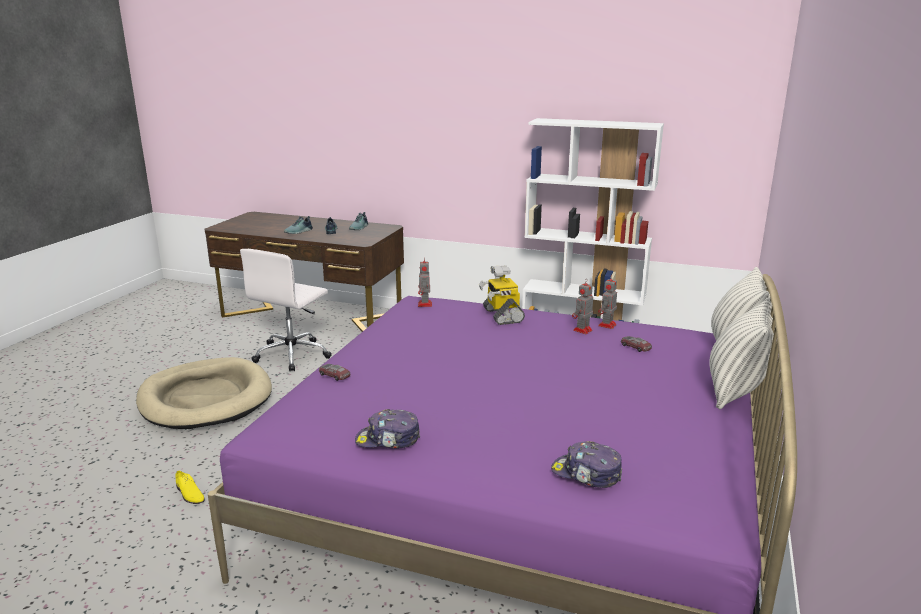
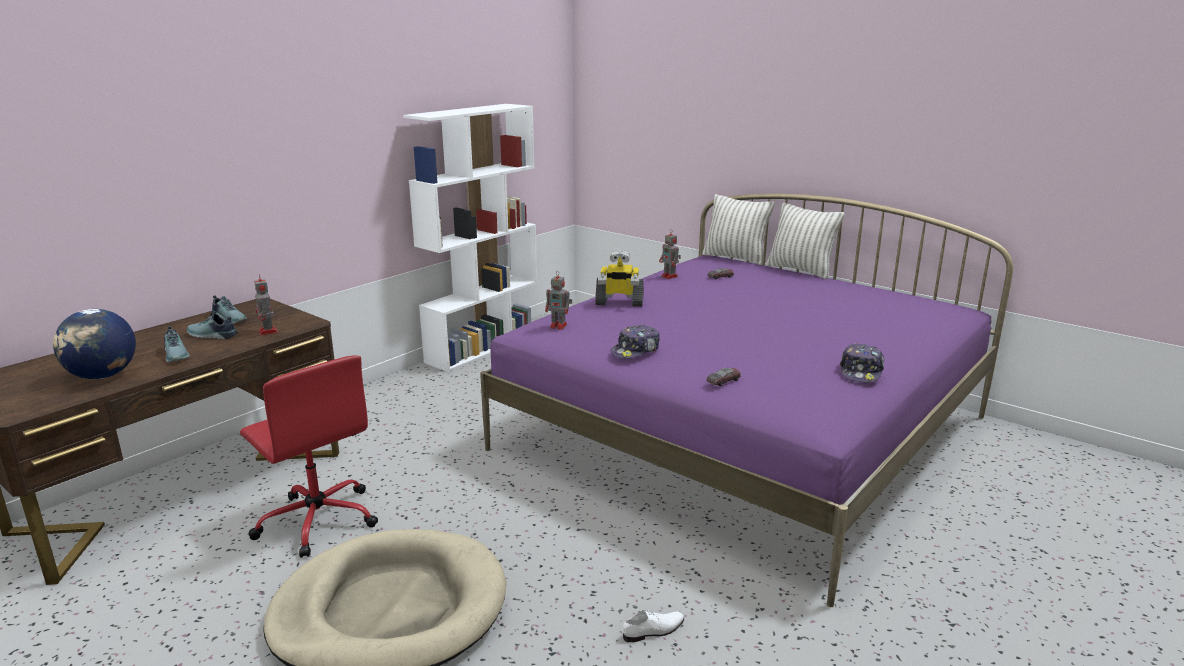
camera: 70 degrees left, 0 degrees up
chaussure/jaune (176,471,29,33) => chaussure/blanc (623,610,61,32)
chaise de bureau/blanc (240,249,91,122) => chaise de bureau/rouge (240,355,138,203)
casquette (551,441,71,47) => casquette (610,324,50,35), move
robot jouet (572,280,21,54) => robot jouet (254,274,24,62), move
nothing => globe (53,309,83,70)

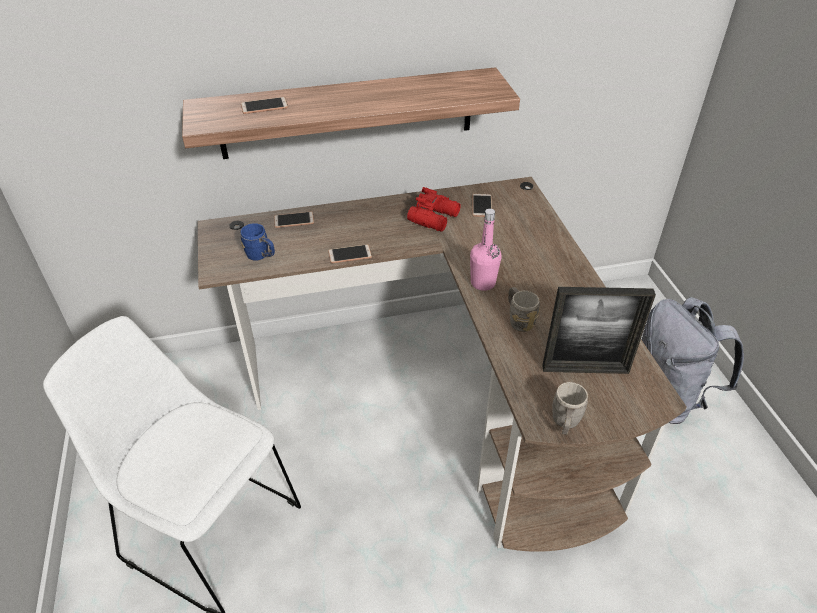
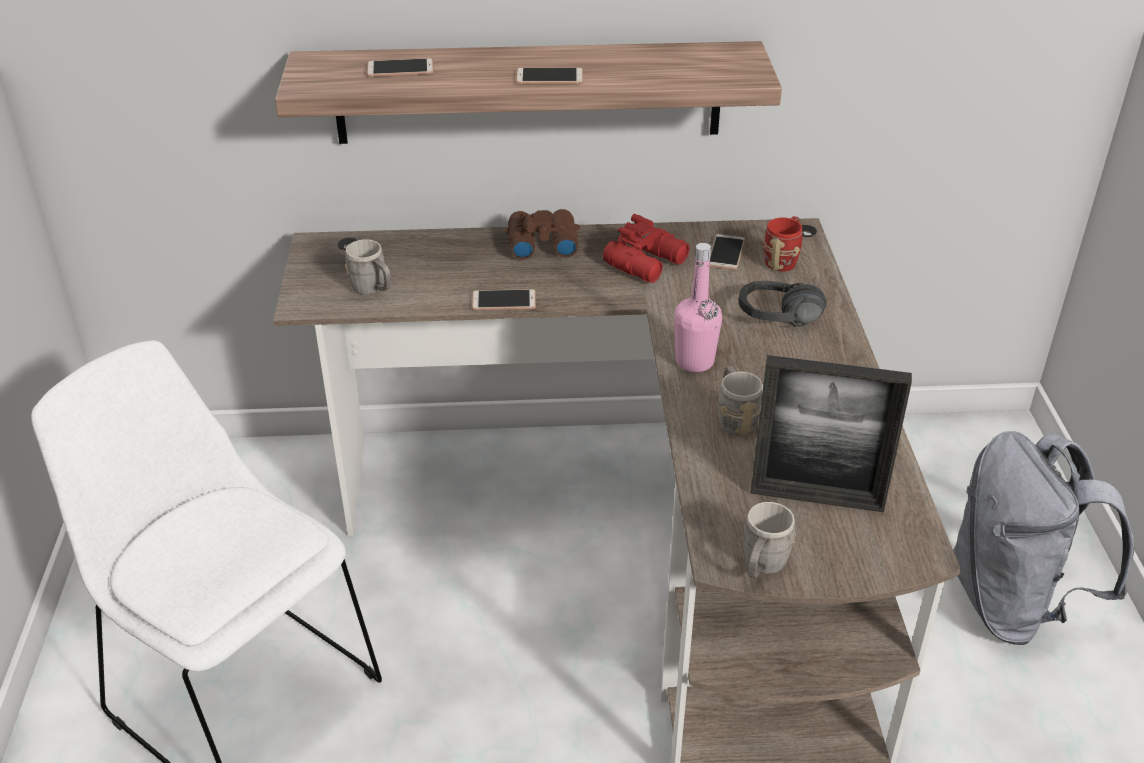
camera: 10 degrees right, 5 degrees down
mug/bleu (241,223,34,38) => mug/gris (345,239,46,56)
téléphone (274,212,40,16) => téléphone (516,68,67,16), move
nothing => jumelles/marron (505,209,75,51)
nothing => casque audio/noir (738,281,88,46)
nothing => mug/rouge (763,216,40,56)

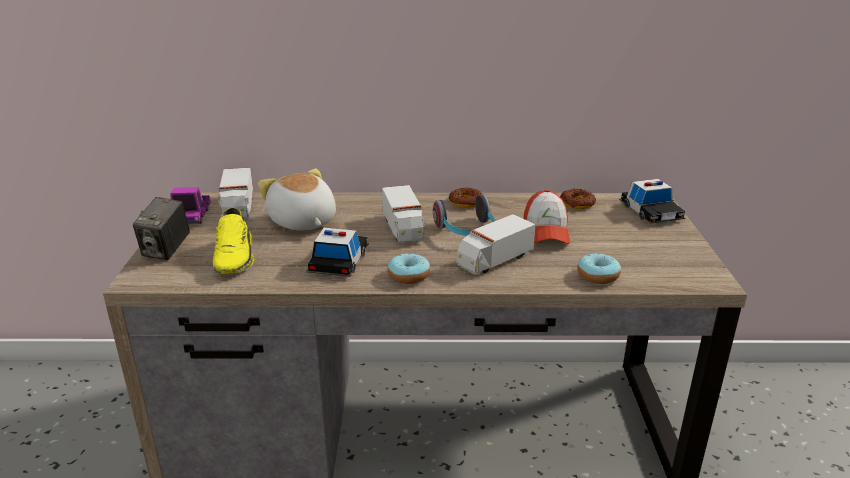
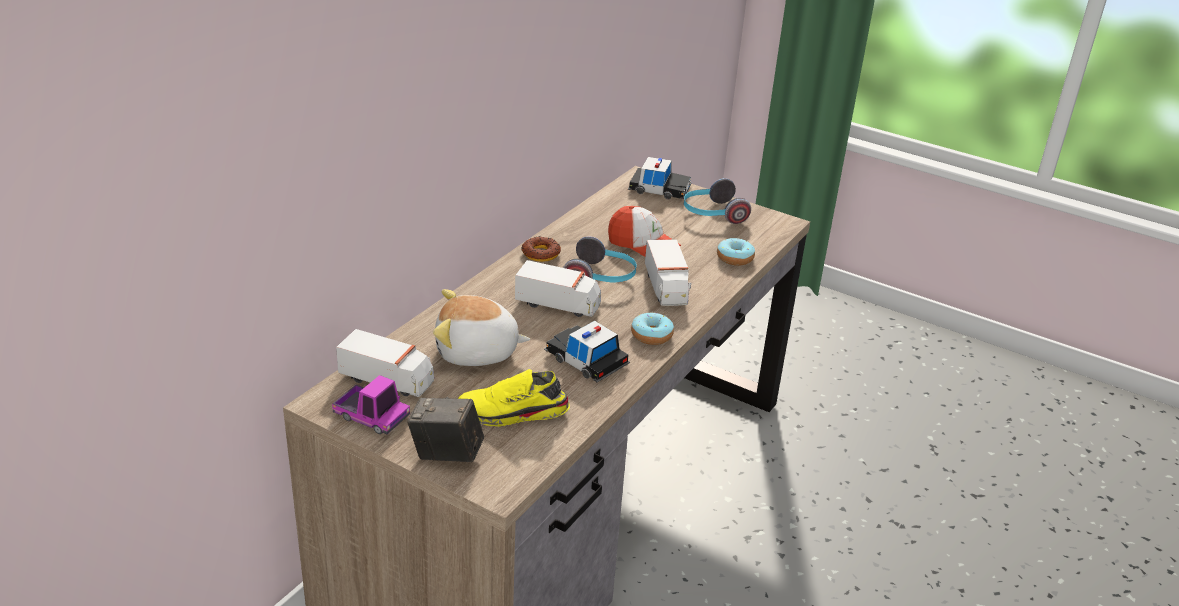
camera: 60 degrees left, 5 degrees up
appareil photo (133,197,57,63) => appareil photo (407,397,77,66), 150 degrees clockwise
chaussure/jaune (213,208,42,66) => chaussure/jaune (458,369,112,58), 150 degrees clockwise
beignet (560,189,36,20) => nothing
nothing => casque audio (684,178,67,46)

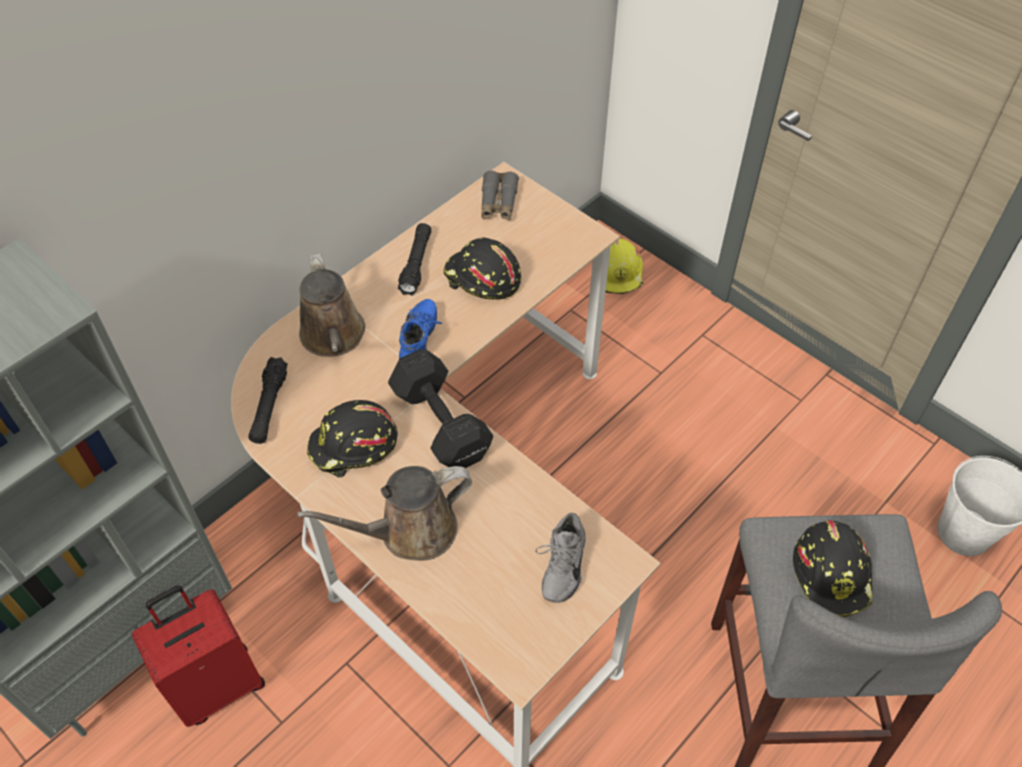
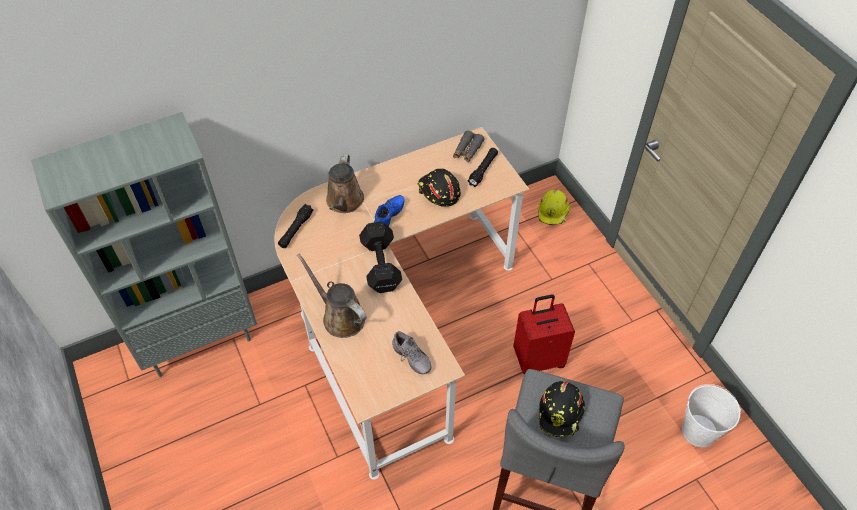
camera: 20 degrees right, 0 degrees up
valise/rouge (132,585,133,142) => valise/rouge (513,295,62,79), move
arrosoir/marron (297,466,175,95) => arrosoir/marron (297,254,70,84), 45 degrees clockwise
casque de chantier/noir (307,400,91,78) => nothing
lampe de poche/noir (398,223,33,73) => lampe de poche/noir (468,148,30,39), move
chaussure/gris (535,513,51,90) => chaussure/gris (392,331,39,43), 75 degrees counterclockwise

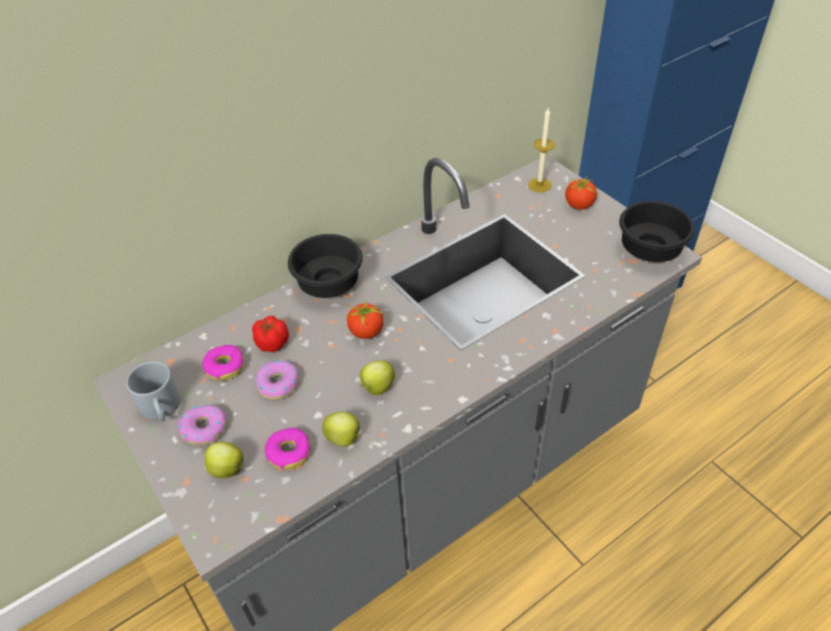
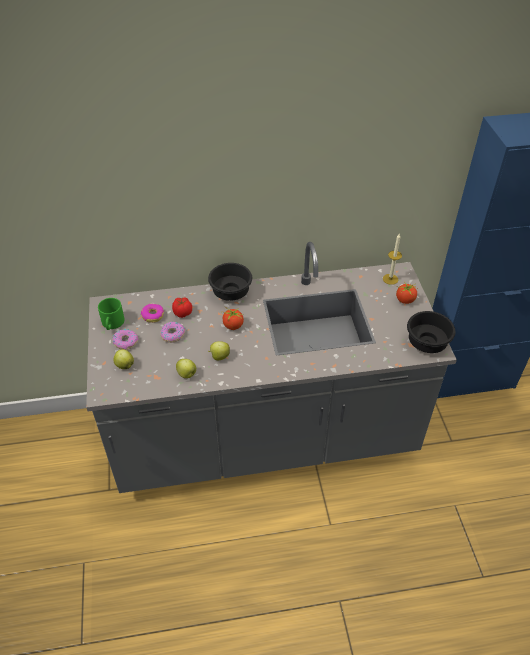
camera: 25 degrees right, 0 degrees up
mug/gris (126,362,55,60) => mug/vert (98,298,27,32)
beignet (265,428,46,42) => nothing

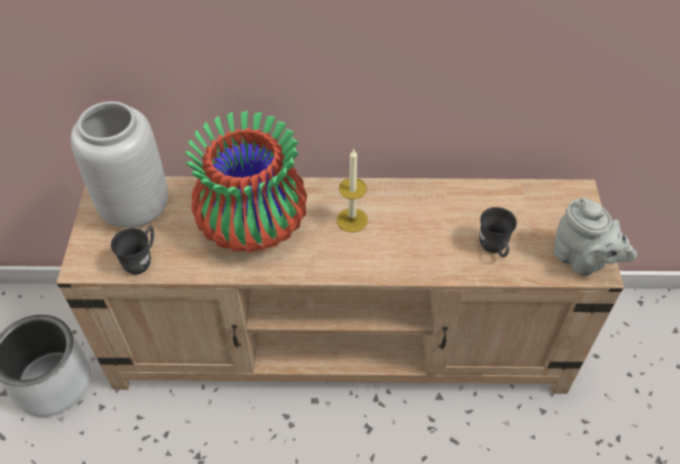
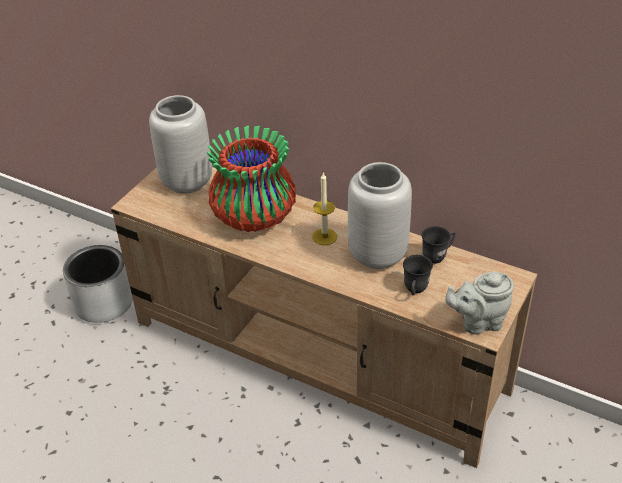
camera: 30 degrees right, 10 degrees down
mug/gris (111,226,43,48) => mug/gris (422,226,34,38), move
théière/gris (554,198,83,78) => théière/gris (445,272,69,63), 90 degrees clockwise
nothing => vase/gris (348,162,64,107)

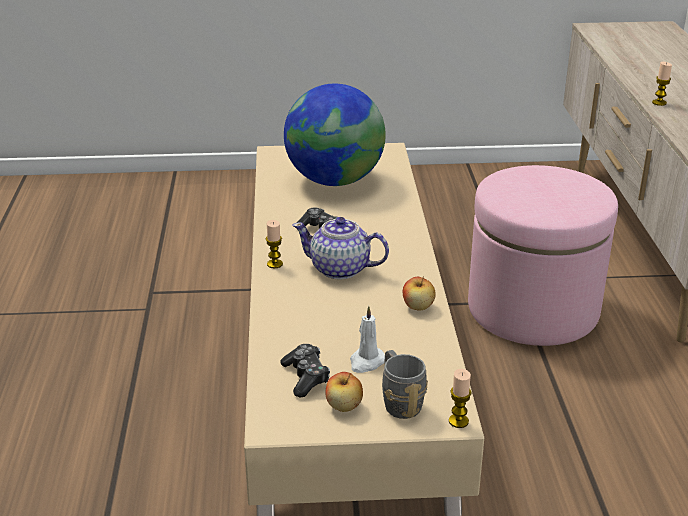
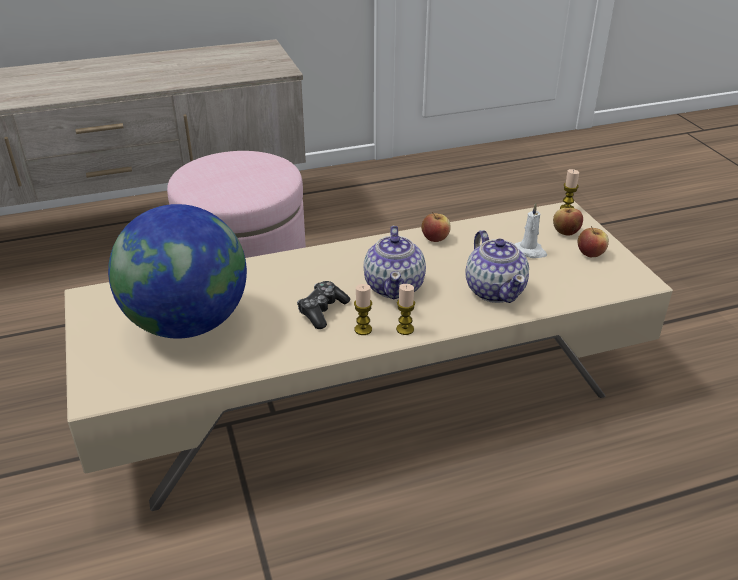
camera: 105 degrees left, 5 degrees up
manette (280,344,50,54) => nothing
mug/gris (382,350,46,69) => pomme (553,208,30,28)
bougie (652,62,20,44) => bougie (354,284,18,51), move
nothing => théière (465,230,64,73)

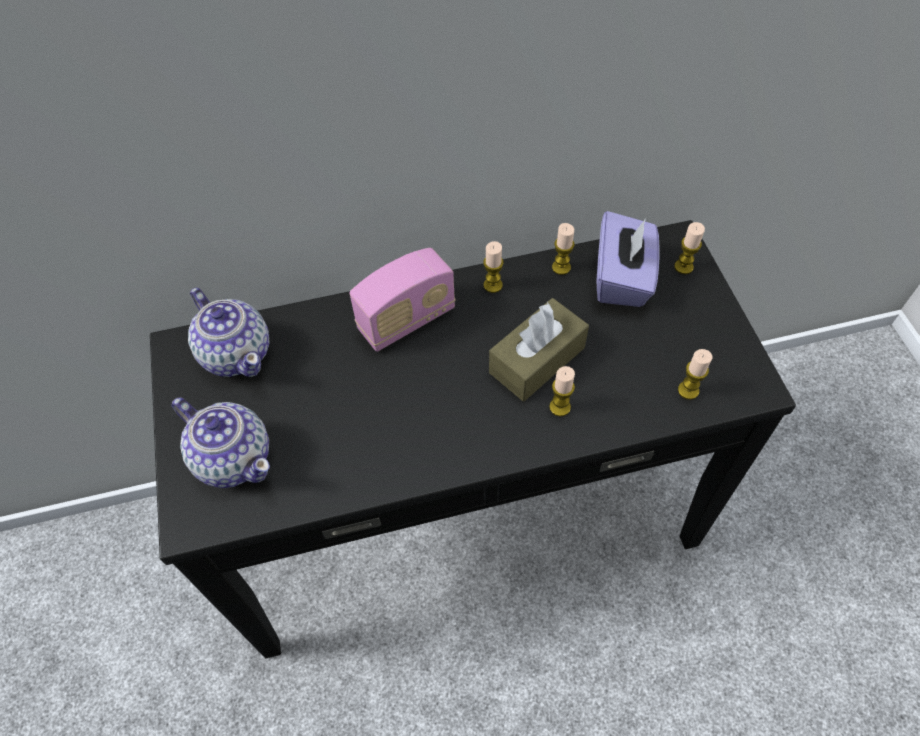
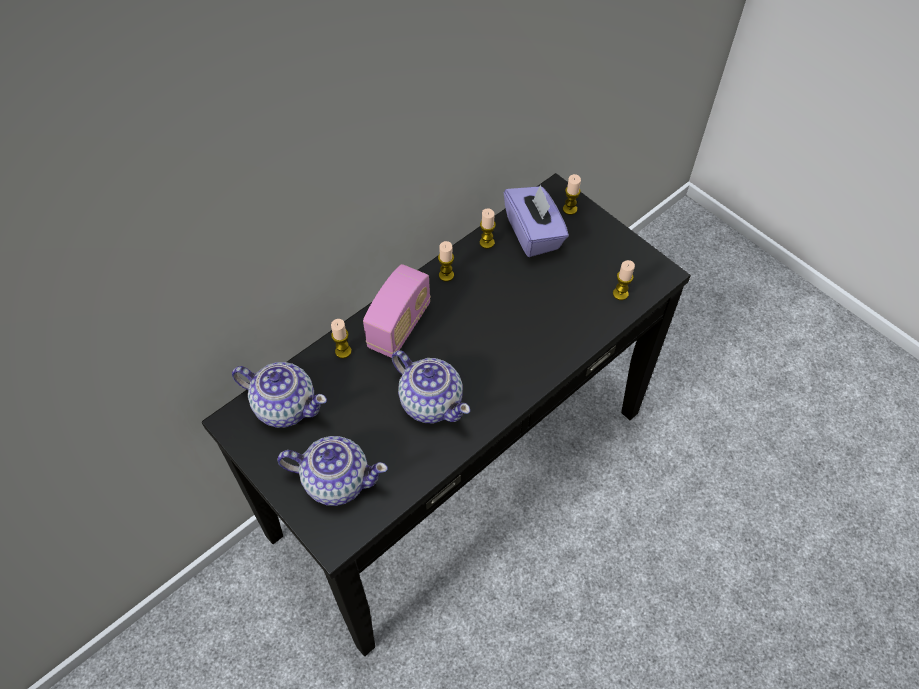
camera: 30 degrees left, 0 degrees up
boîte à mouchoirs/marron (489,298,100,103) => nothing
bougie (549,366,26,51) => bougie (331,319,21,39), move
nothing => théière (391,350,79,73)

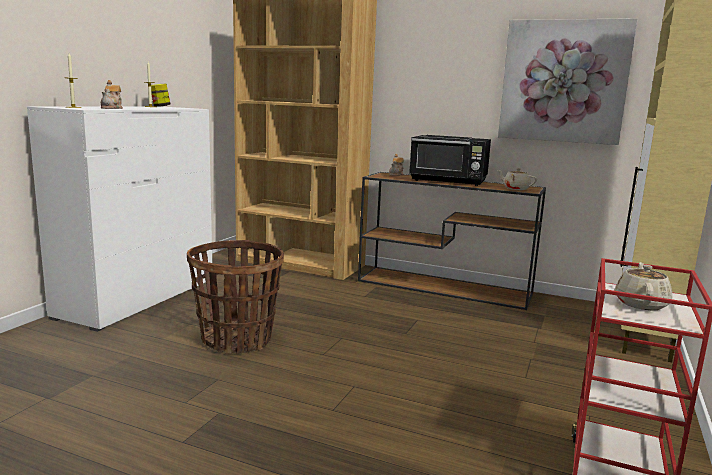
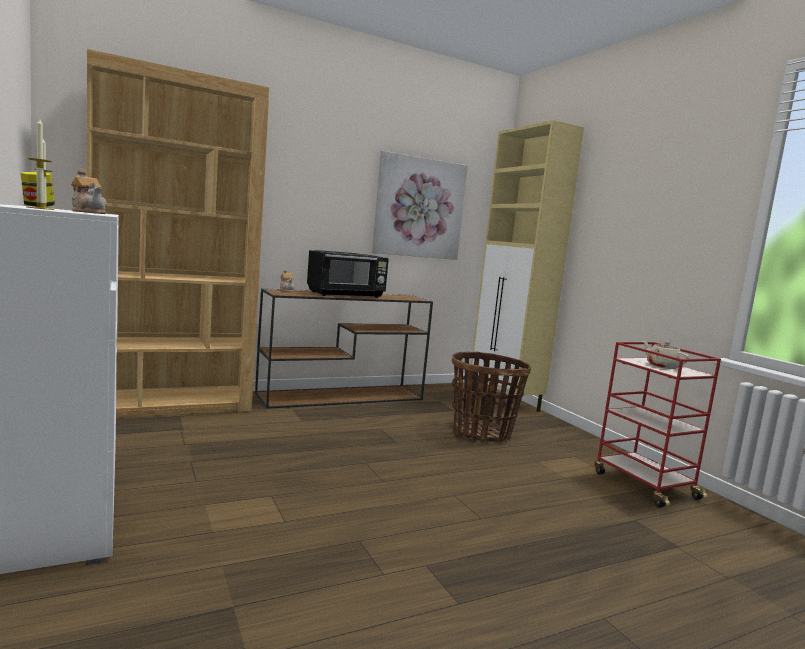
camera: 50 degrees left, 5 degrees down
panier (187,240,97,114) => panier (452,352,79,91), move
théière/beige (498,168,39,22) => nothing

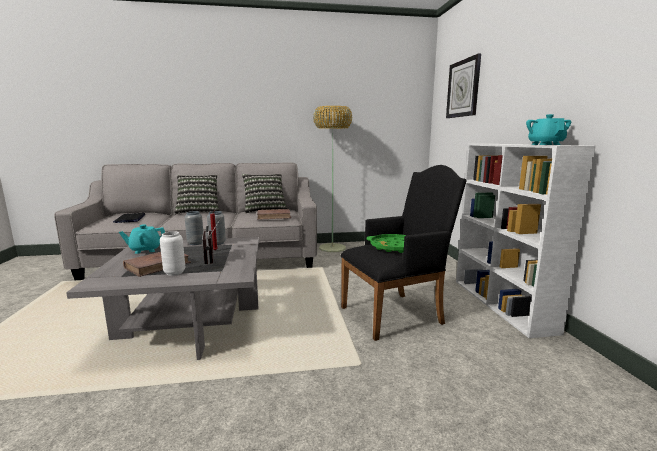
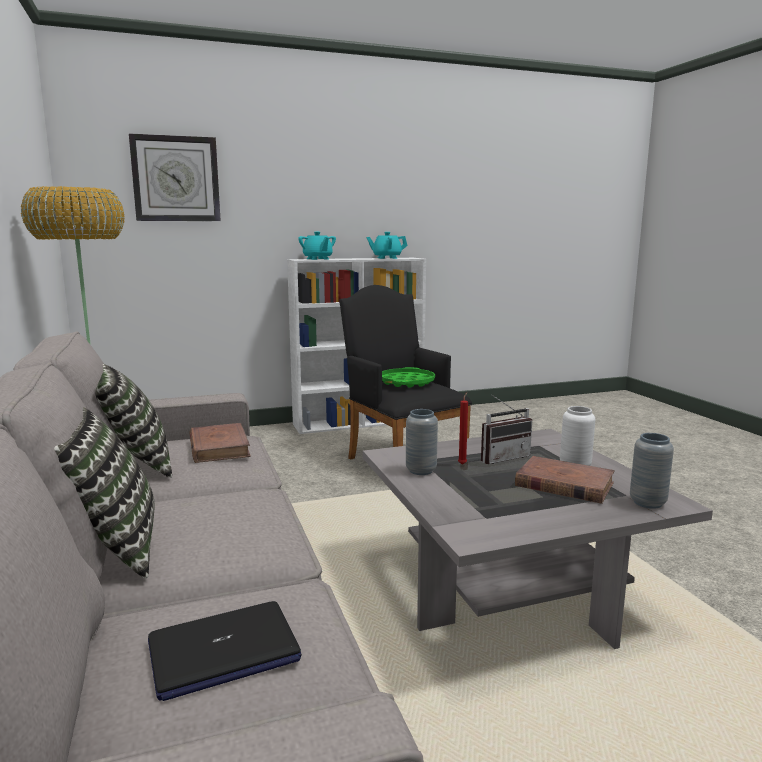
camera: 100 degrees left, 0 degrees up
théière/turquoise (119,224,46,30) => théière/turquoise (298,232,38,28), move
vase/gris (185,211,18,34) => vase/gris (630,433,44,76), move

